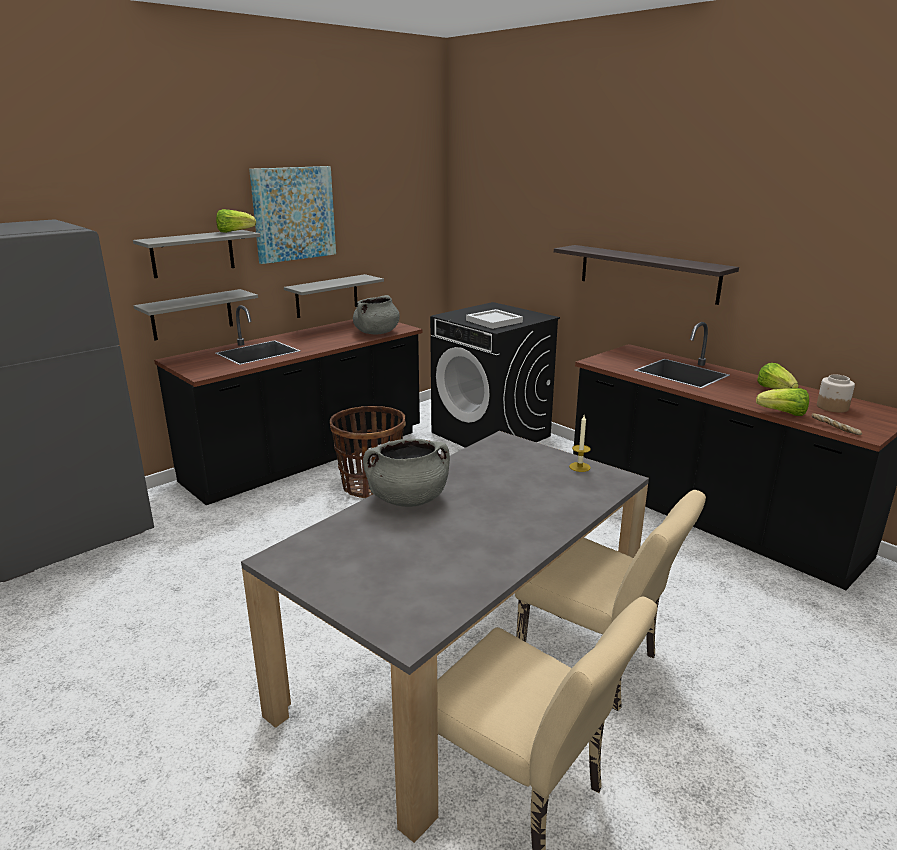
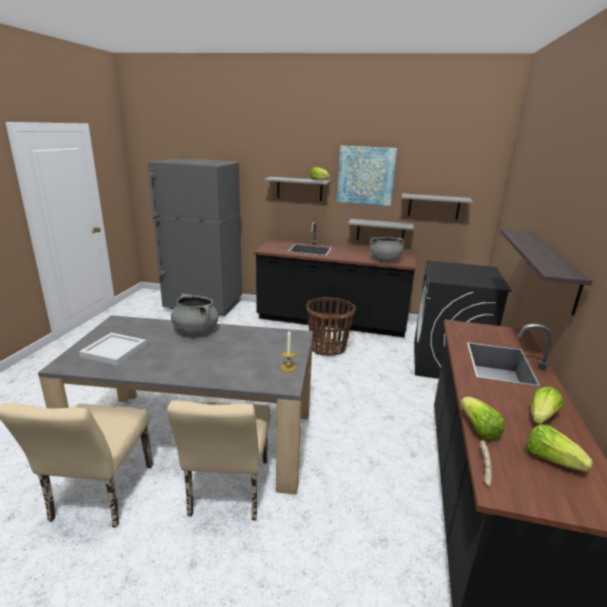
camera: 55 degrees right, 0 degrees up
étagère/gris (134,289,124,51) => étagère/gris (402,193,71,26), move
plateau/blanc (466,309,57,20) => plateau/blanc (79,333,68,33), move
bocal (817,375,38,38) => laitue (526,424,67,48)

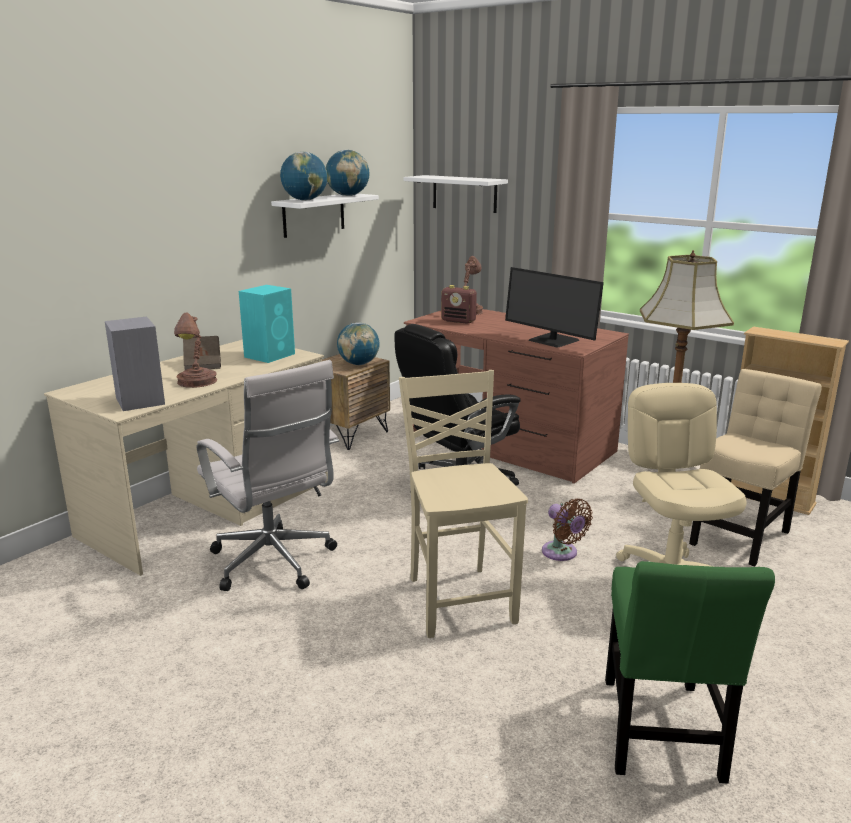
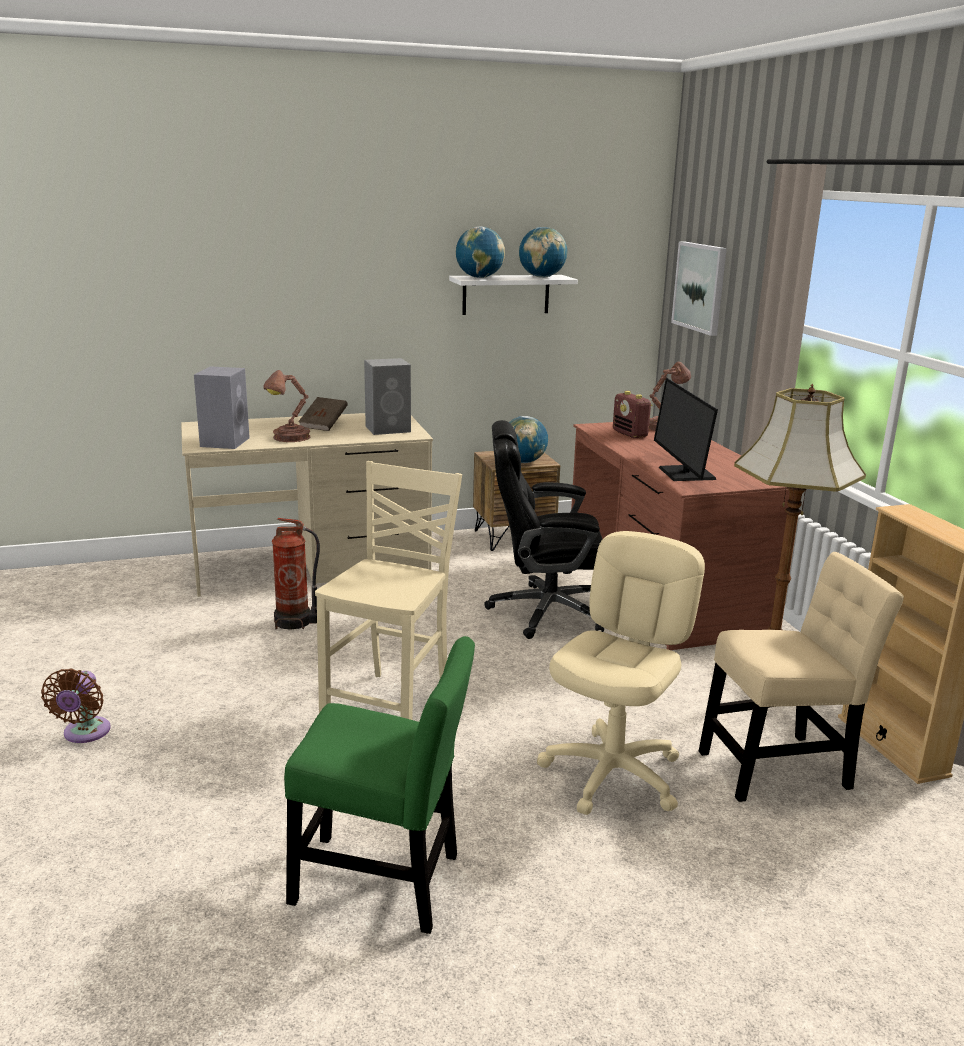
camera: 35 degrees right, 0 degrees up
chaise de bureau/blanc (197,360,142,231) => extincteur (272,518,48,112)
enceinte/turquoise (239,285,56,78) => enceinte/gris (364,358,47,77)
étagère/blanc (403,175,105,38) => tableau (671,241,56,95)
ventilateur/marron (542,499,51,62) => ventilateur/marron (41,668,70,75), move
chaise/vert (605,561,170,222) => chaise/vert (284,636,191,298), 120 degrees counterclockwise

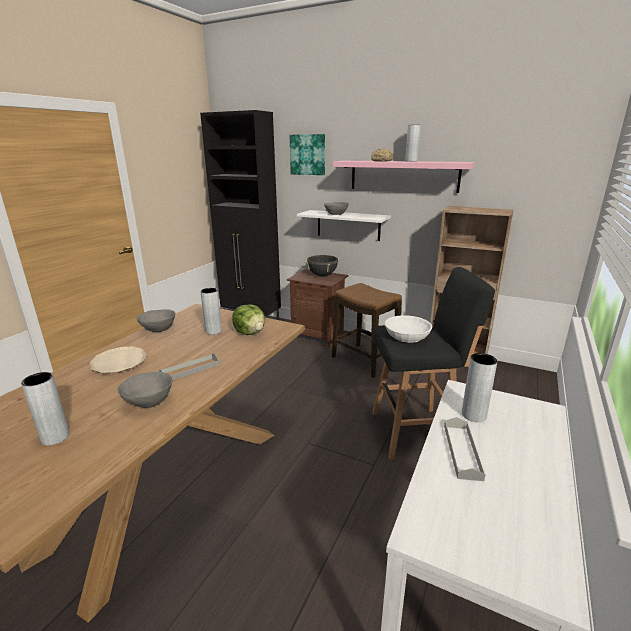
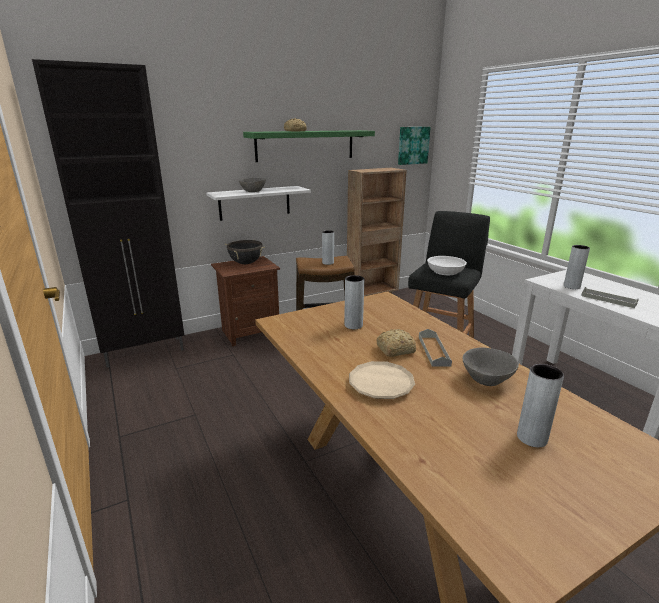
camera: 55 degrees left, 0 degrees up
bol/gris (137,309,39,23) => nothing
laitue (232,304,33,31) => nothing
tableau (290,134,35,41) => tableau (398,127,33,38), move
étagère/rose (333,161,142,32) => étagère/vert (243,130,132,32)
vase/gris (405,125,16,37) => vase/gris (322,230,12,35), move
nothing => pain (376,329,40,28)

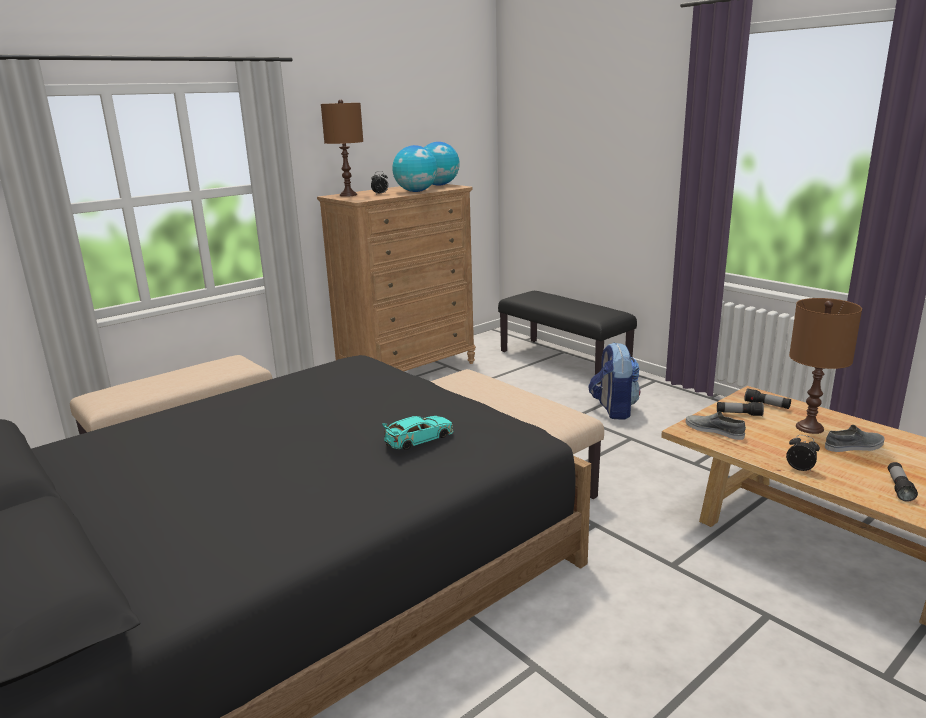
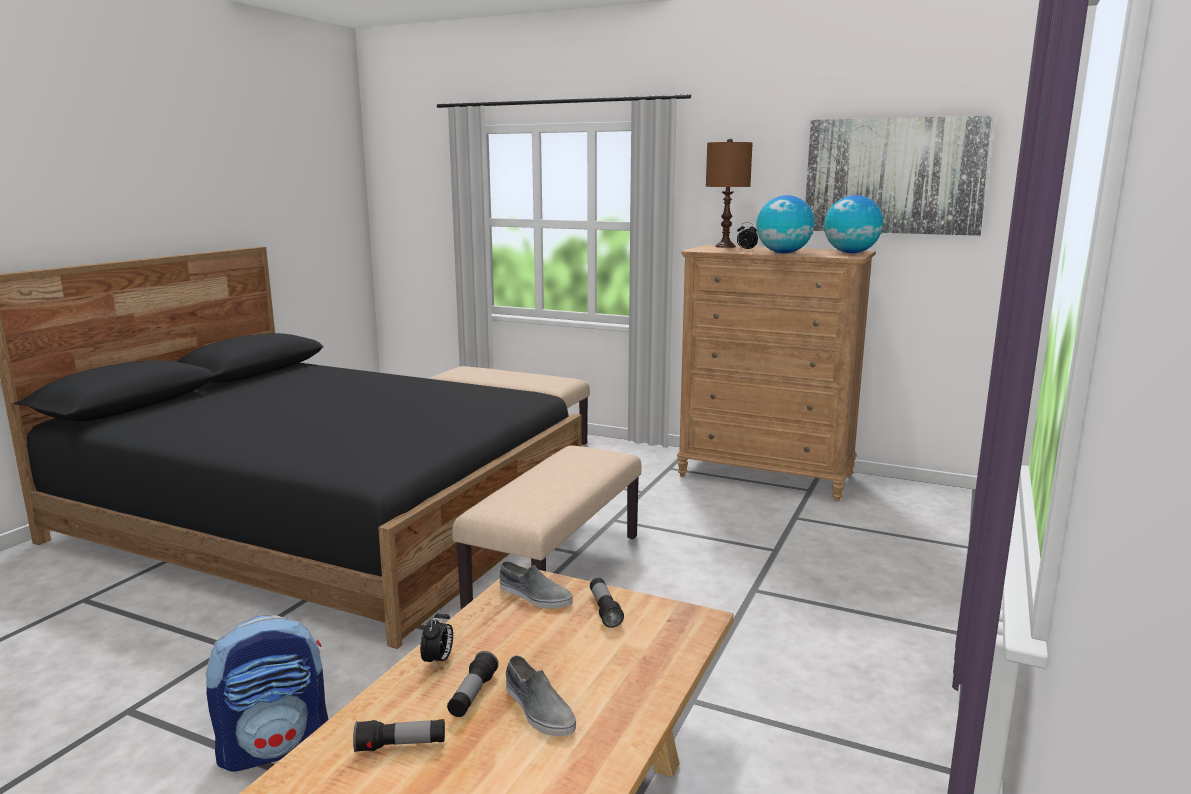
camera: 65 degrees right, 5 degrees down
petite voiture/turquoise (382,416,72,34) => nothing
banc/noir (498,291,139,93) => nothing
sac à dos (588,342,52,78) => sac à dos (205,615,124,157), move
chaussure/gris (686,412,60,28) => chaussure/gris (499,561,74,48), 105 degrees clockwise
lampe de poche (744,388,47,21) => lampe de poche (447,651,52,66), move
lampe de table/marron (789,298,73,136) => nothing
nothing => tableau (806,116,189,120)

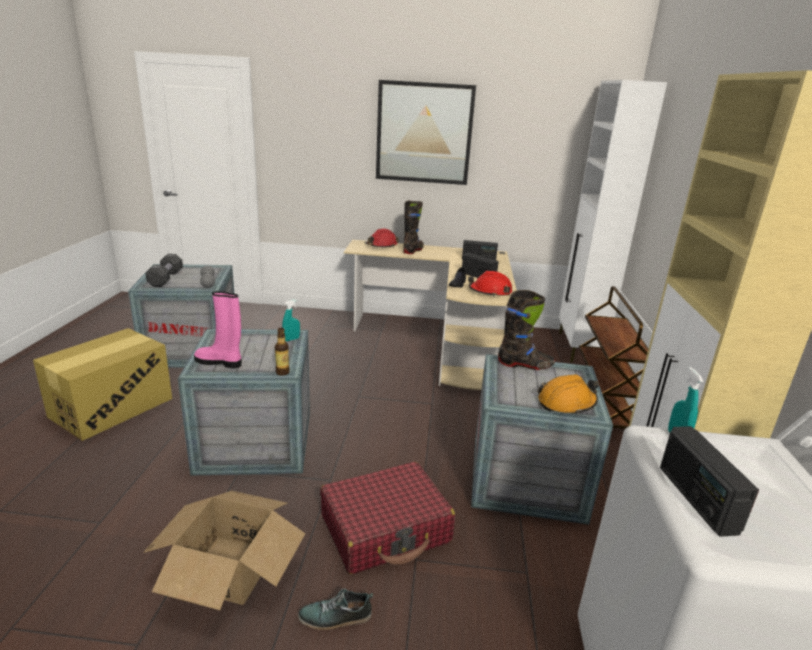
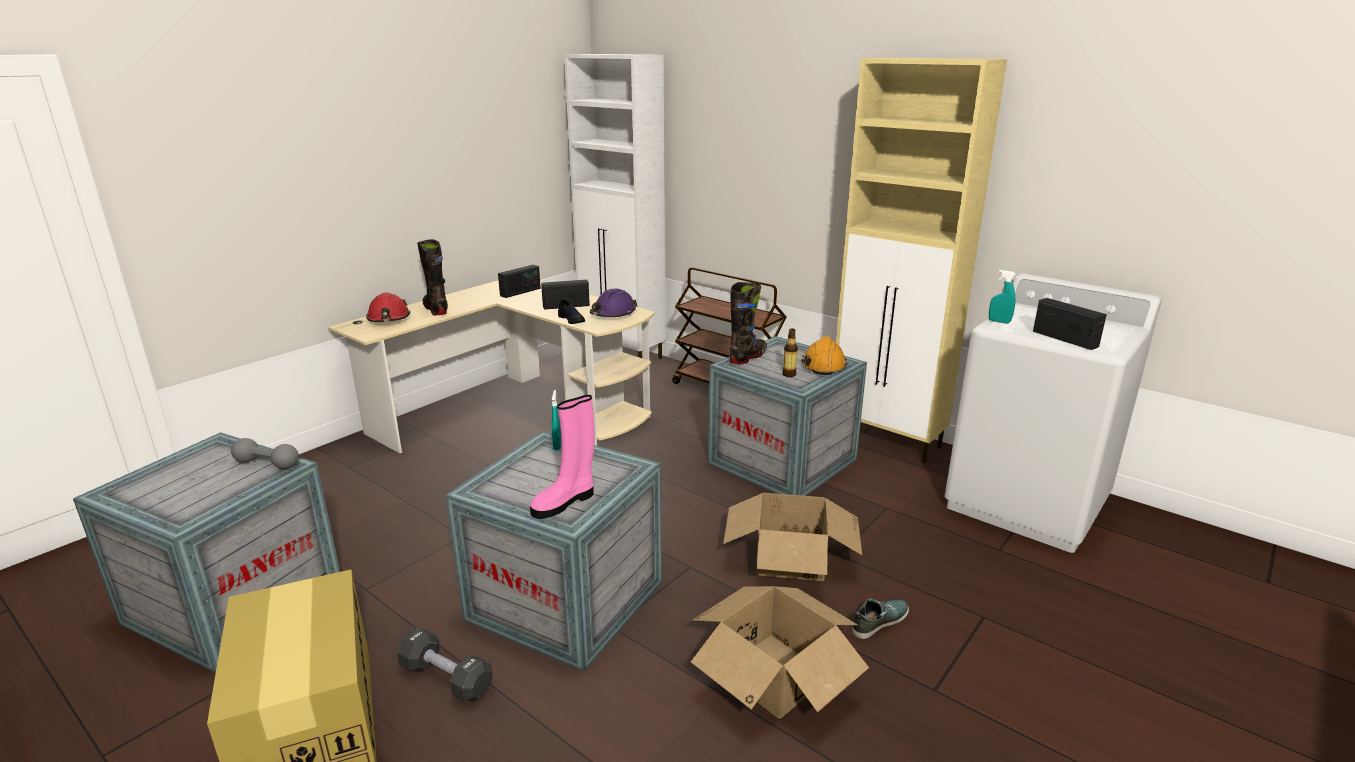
camera: 55 degrees left, 0 degrees up
haltère/noir (145,254,38,33) => haltère/noir (397,628,95,74), move
bouteille (275,328,15,48) => bouteille (783,328,15,49), move
chaussure (298,588,75,42) => chaussure (852,599,57,40), 150 degrees counterclockwise
valise/rouge (320,462,135,112) => carton (723,493,139,88)
tableau (376,80,100,105) => nothing
casque de chantier/rouge (468,271,44,26) => casque de chantier/violet (590,288,47,29)
radio (660,426,99,111) => radio (1033,298,74,52), 150 degrees counterclockwise

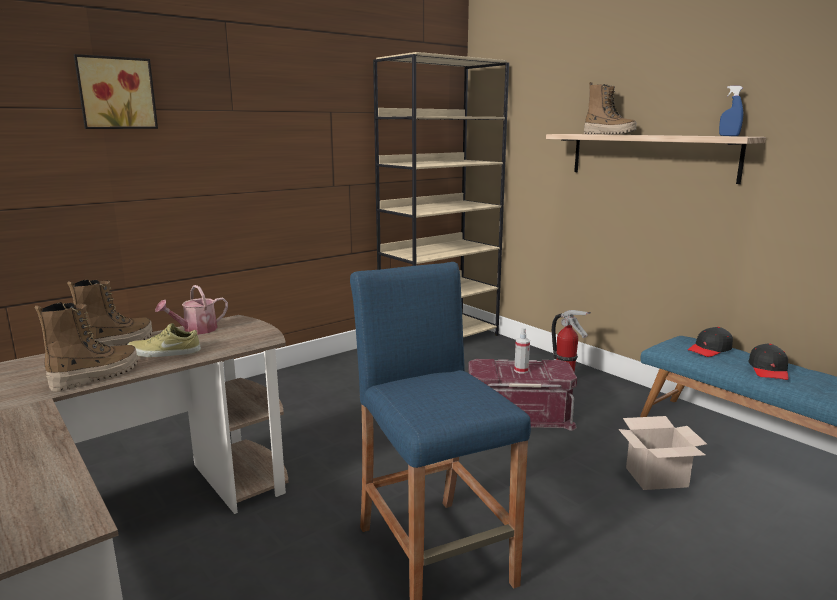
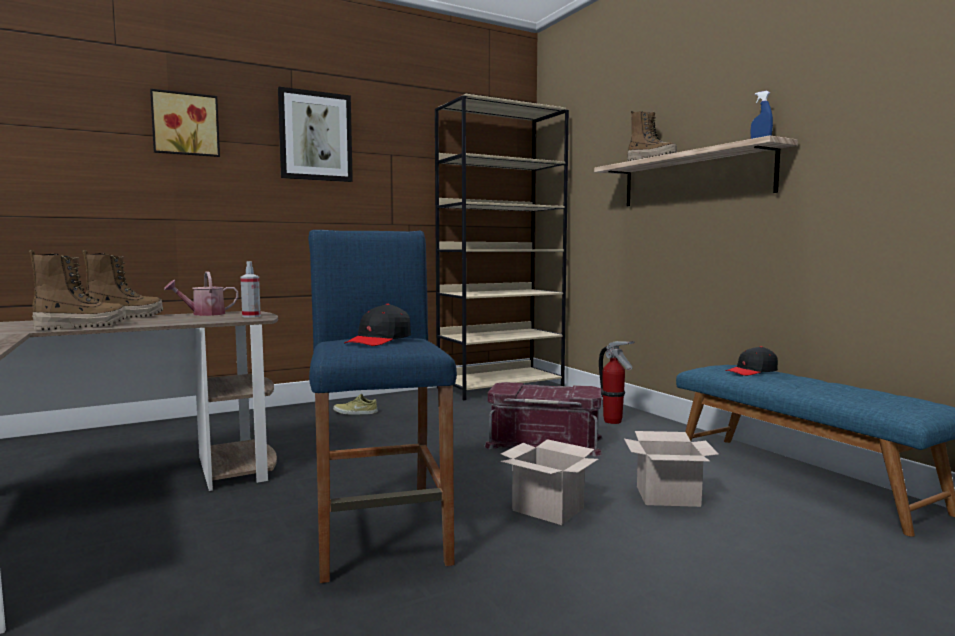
camera: 10 degrees right, 10 degrees down
chaussure/beige (127,323,74,34) => chaussure/beige (333,394,45,21), move
vaporisateur (514,328,16,45) => vaporisateur (241,261,20,57), move
casquette/noir (748,344,41,36) => casquette/noir (345,304,66,42), move
nothing => tableau (278,87,75,95)
nothing => carton (500,439,99,86)

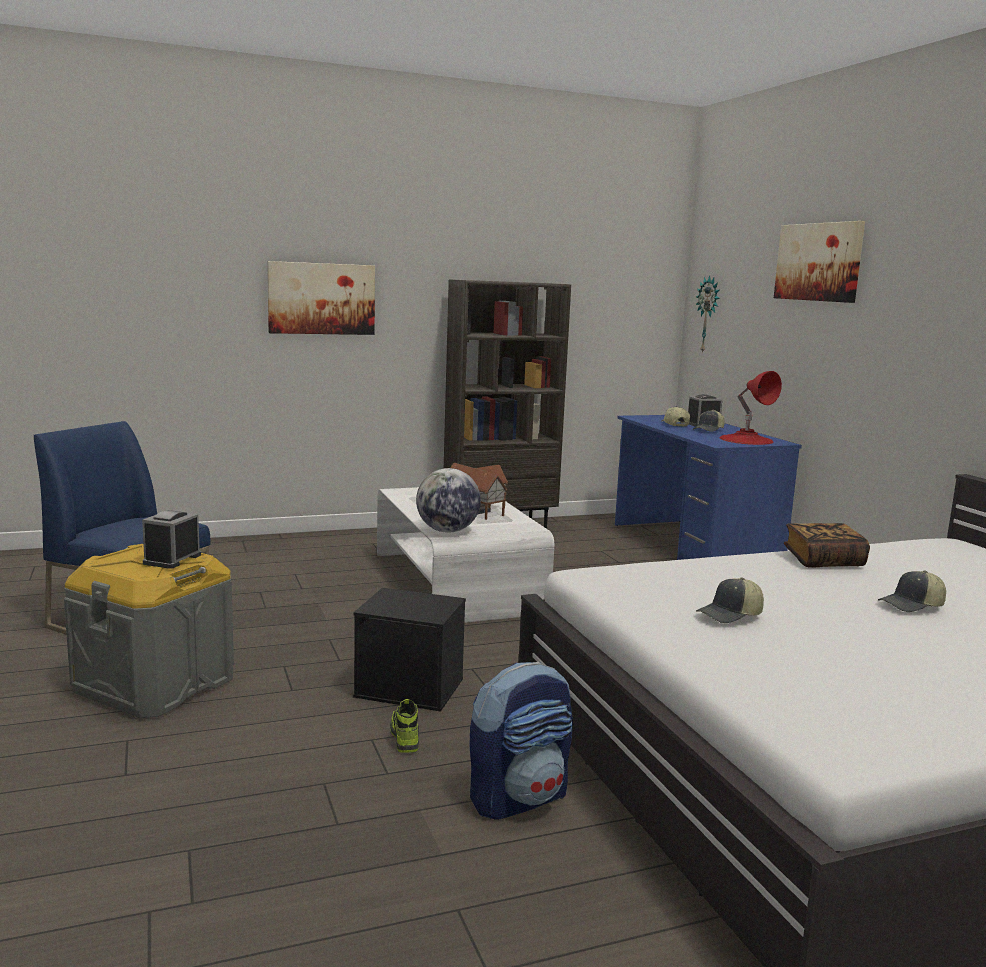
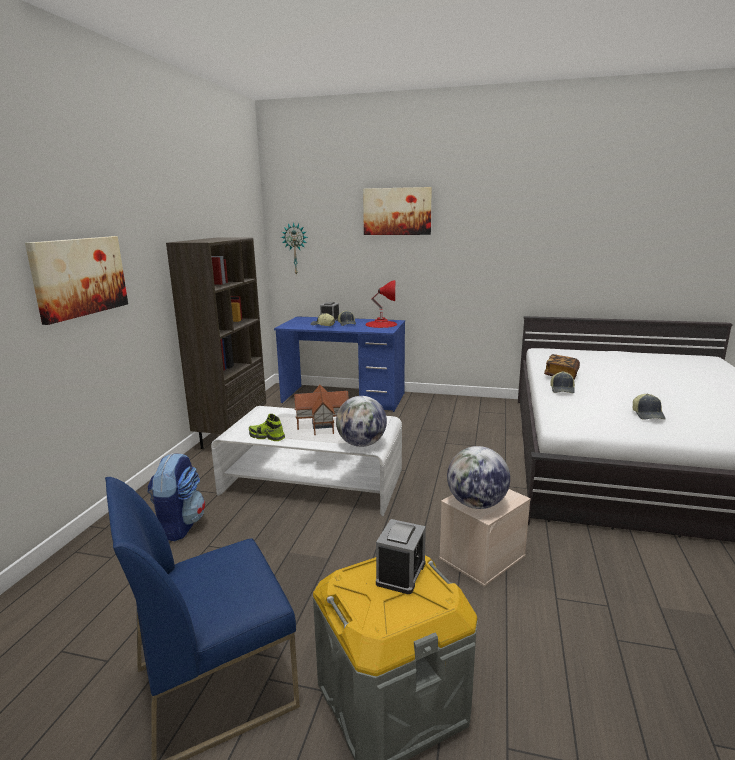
camera: 55 degrees left, 5 degrees up
réveil (142,510,59,59) => réveil (376,519,50,75), 120 degrees counterclockwise
boîte de rangement/noir (353,588,113,124) => boîte de rangement/beige (439,489,92,98)
chaussure (390,699,29,54) => chaussure (249,414,36,27), move
sac à dos (469,662,104,157) => sac à dos (147,453,58,88), move
casquette (878,570,68,42) => casquette (550,371,25,22), move
nothing => globe (447,446,63,63)

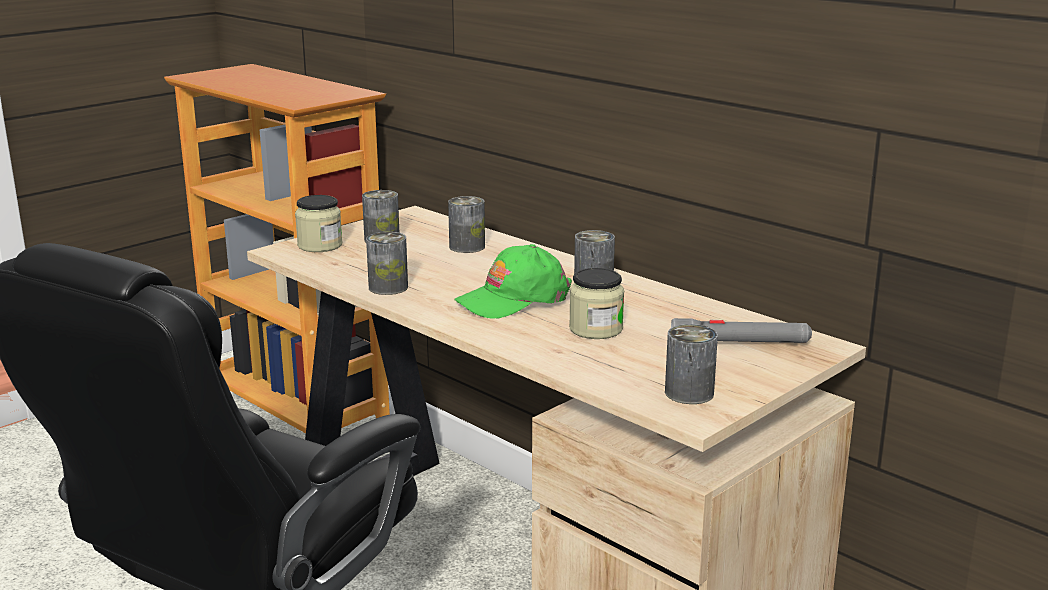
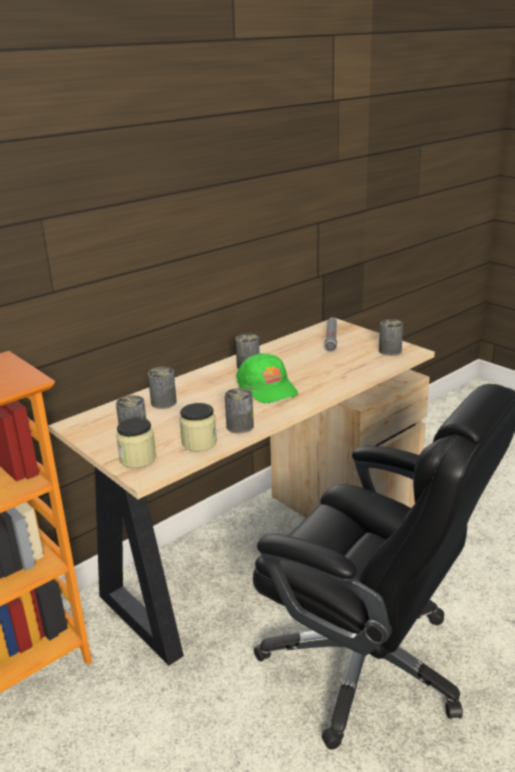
camera: 85 degrees left, 5 degrees up
bocal (569,268,55,71) => bocal (179,403,38,49), move

